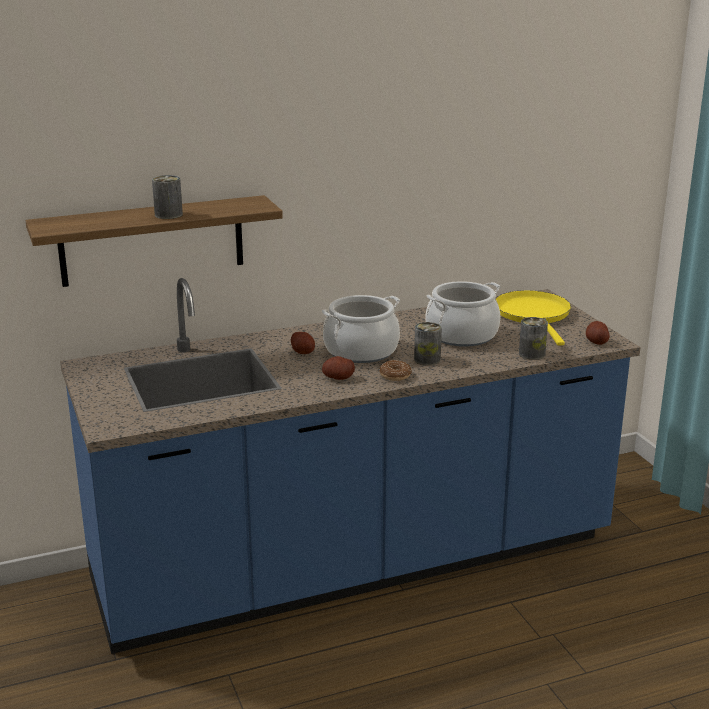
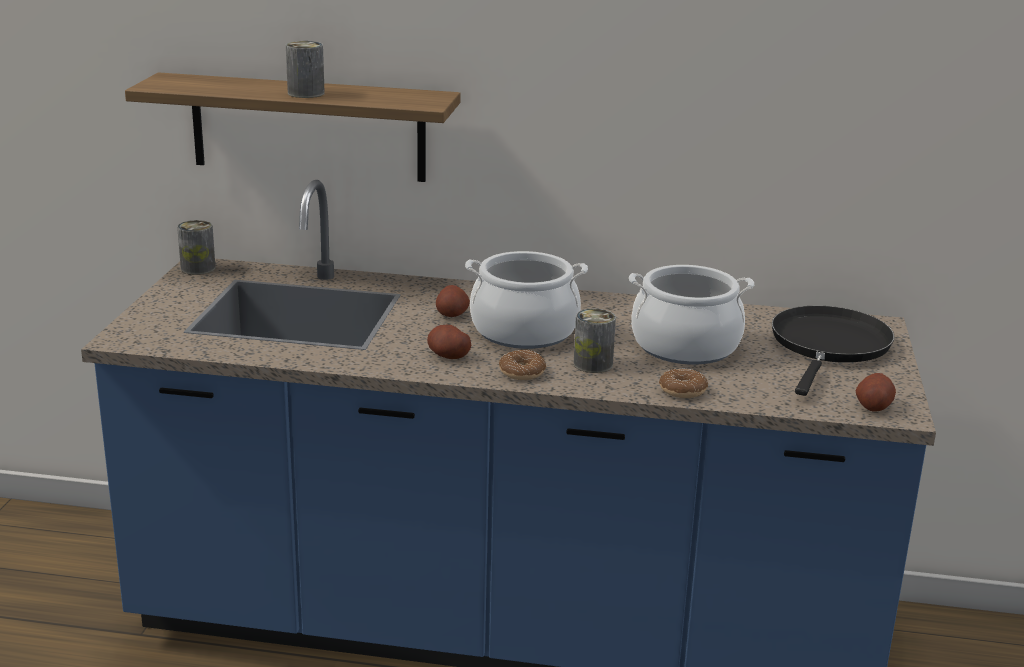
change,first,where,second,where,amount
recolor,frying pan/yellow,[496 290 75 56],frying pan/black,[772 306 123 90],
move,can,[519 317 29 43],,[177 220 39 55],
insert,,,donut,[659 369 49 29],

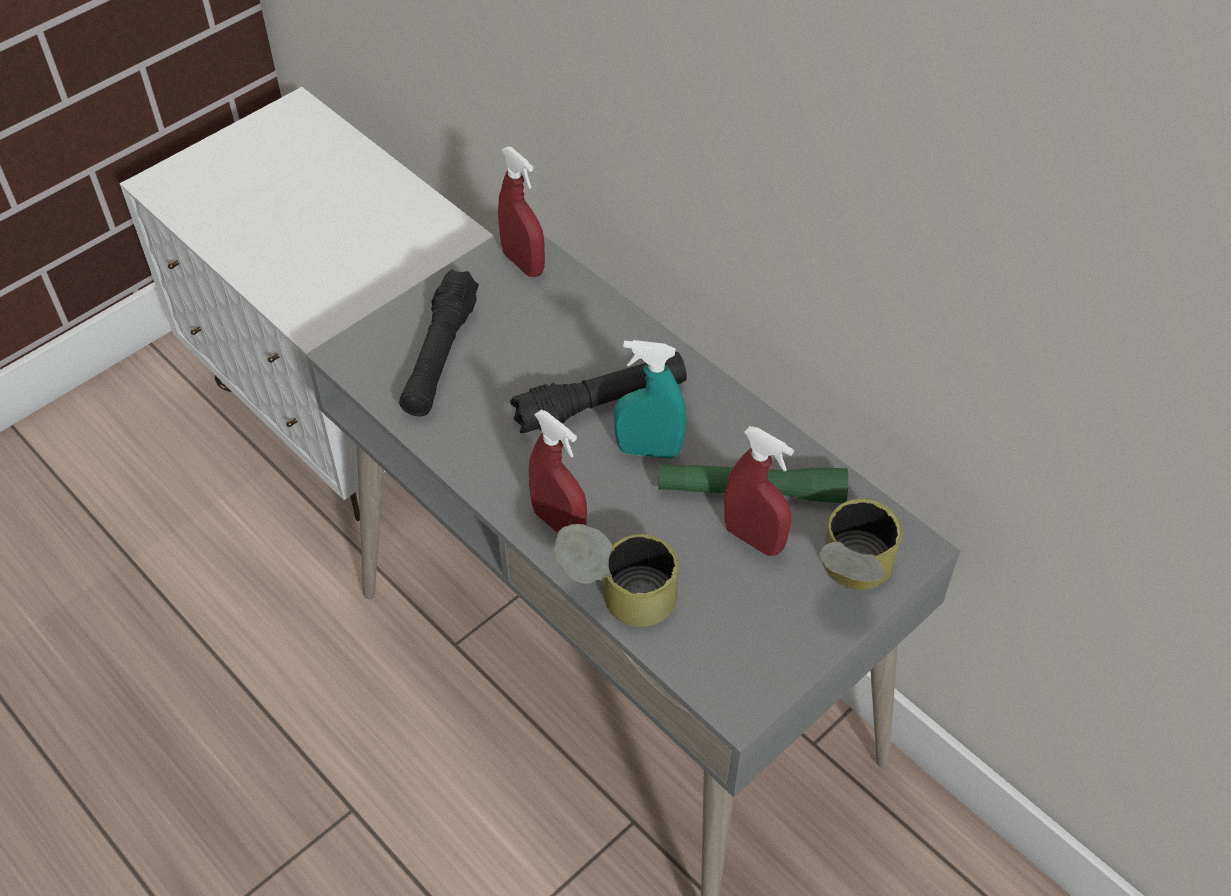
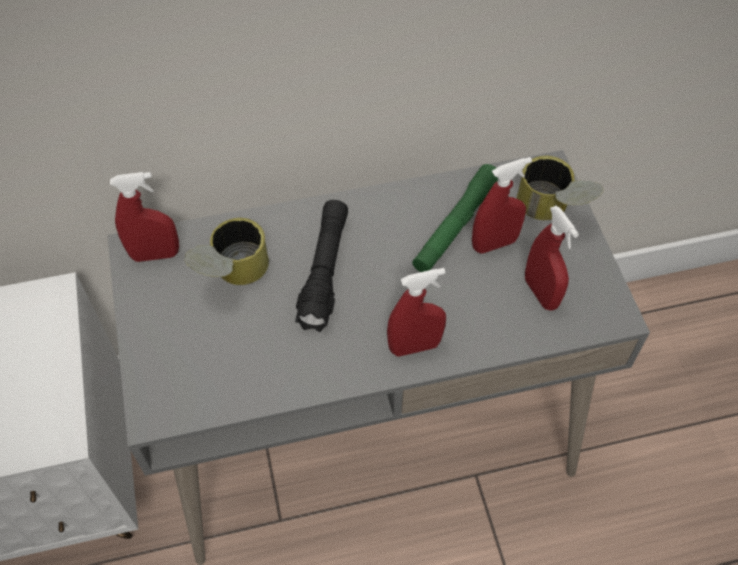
change,first,where,second,where,amount
delete,flashlight/black,[399 269 80 147],,,
delete,spray bottle/turquoise,[614 340 72 119],,,
move,can,[554 524 125 103],,[185 218 84 67],
insert,,,spray bottle/red,[525 206 54 105],

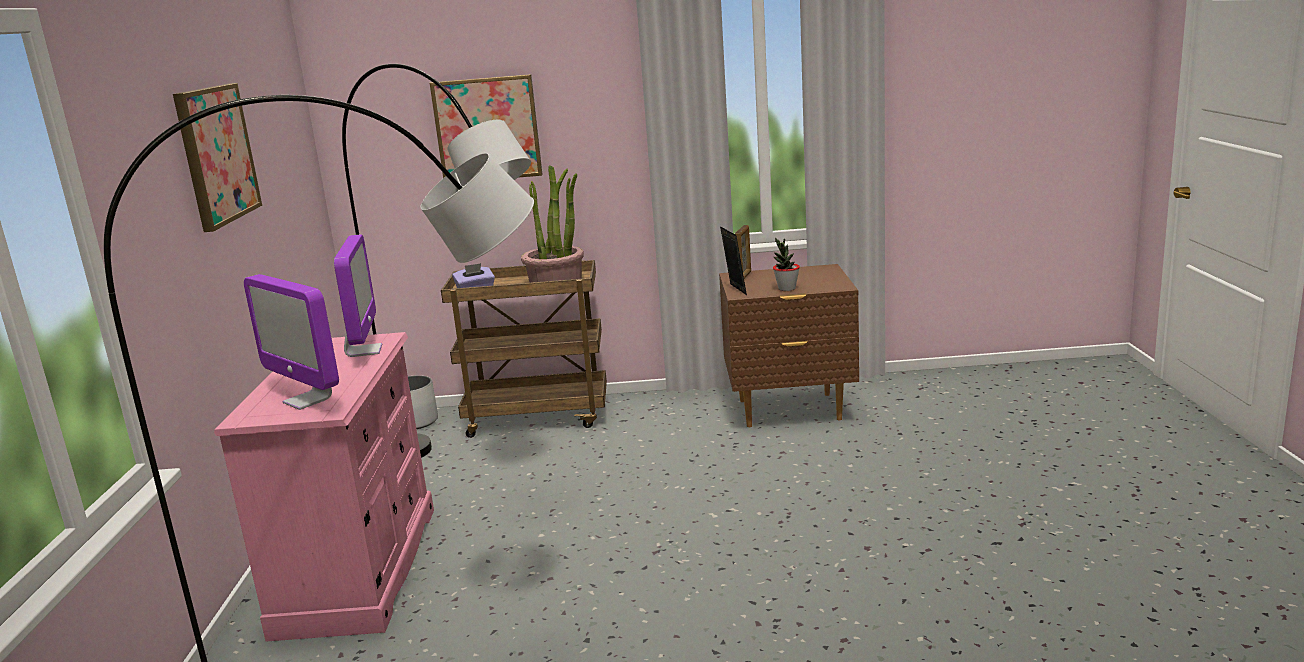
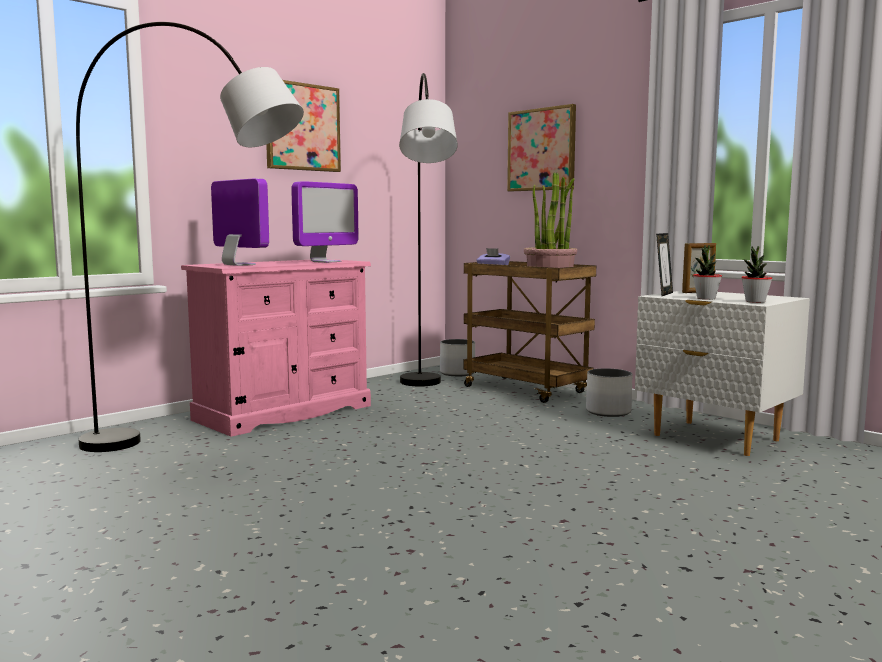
change,first,where,second,where,amount
recolor,nightstand/brown,[719 264 140 163],nightstand/white,[635 291 175 165],
rotate,monitor,[244 274 95 136],,[211 179 58 87],135 degrees clockwise
insert,,,potted plant,[741 246 31 57],
insert,,,planter/white,[586 368 46 49],

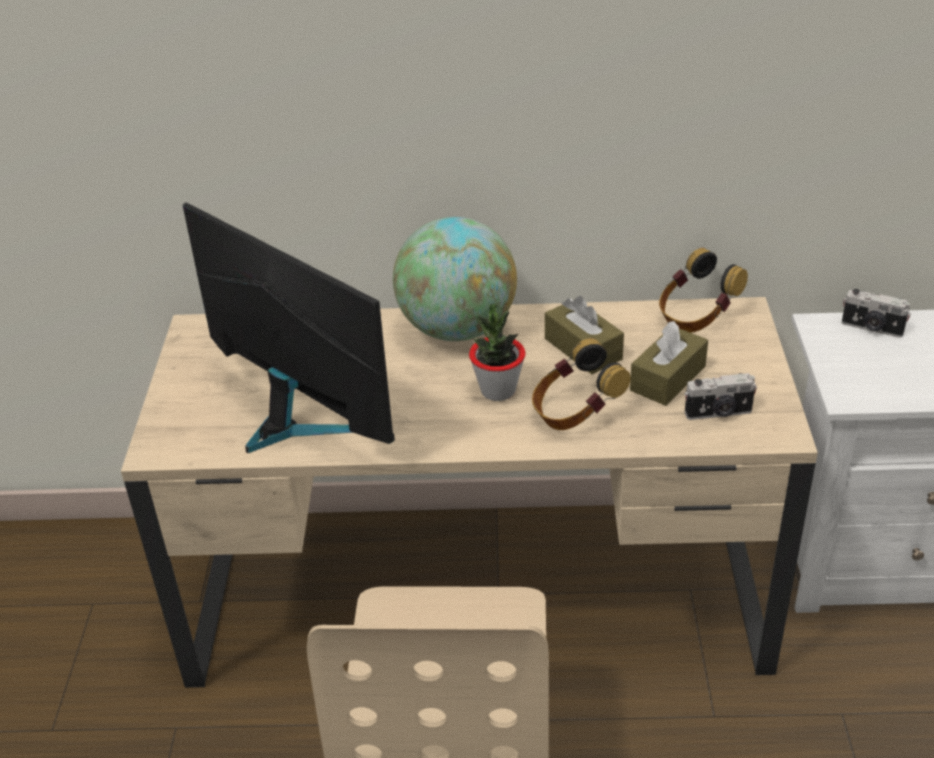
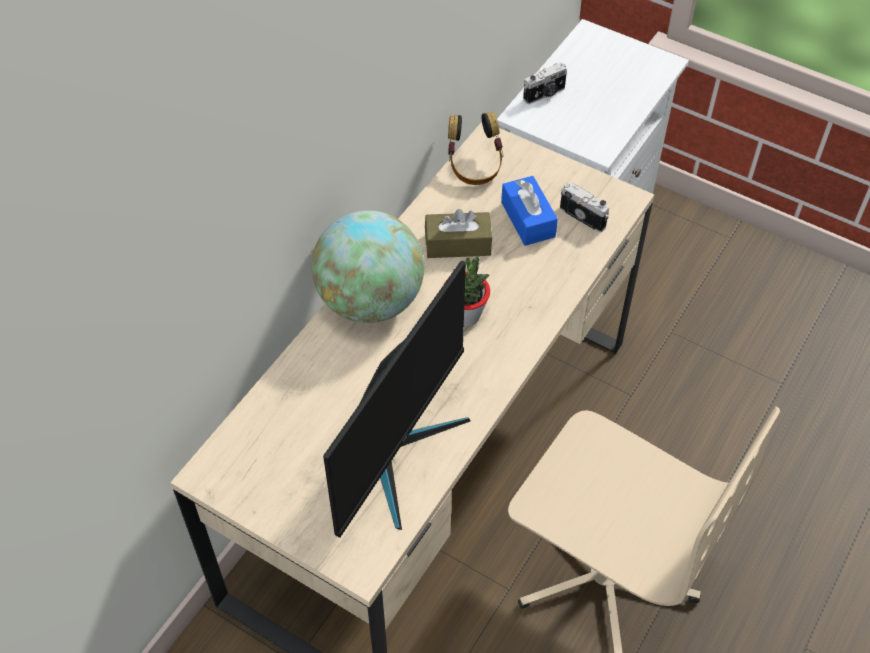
change,first,where,second,where,amount
rotate,monitor,[183 202 212 251],,[323 261 148 277],135 degrees clockwise
recolor,tissue box/brown,[630 321 78 85],tissue box/blue,[501 176 57 70],
delete,headphones,[532 338 99 92],,,
rotate,photo camera,[684 373 73 47],,[560 182 49 50],75 degrees counterclockwise

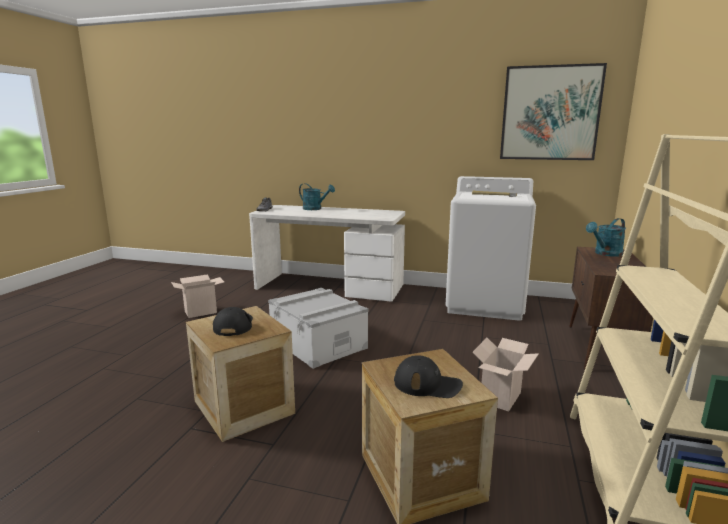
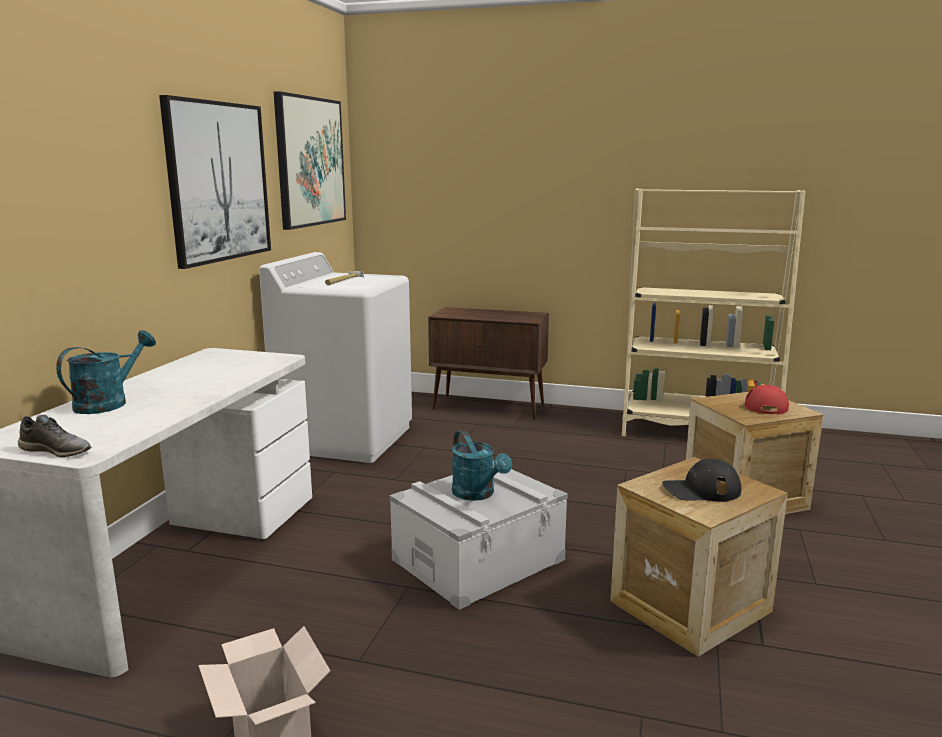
change,first,where,second,where,amount
move,watering can/turquoise,[586 218 40 39],,[452 430 60 71],
delete,cardboard box,[472 338 67 74],,,
recolor,cap/black,[394 355 69 43],cap/red,[745 385 44 30],
insert,,,picture,[159 95 112 174],

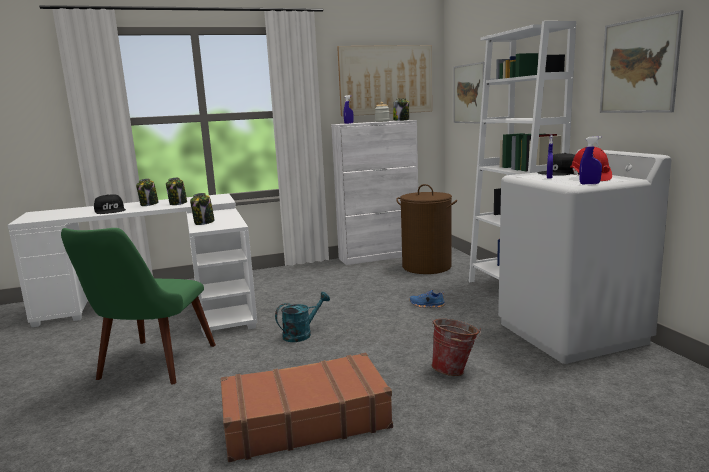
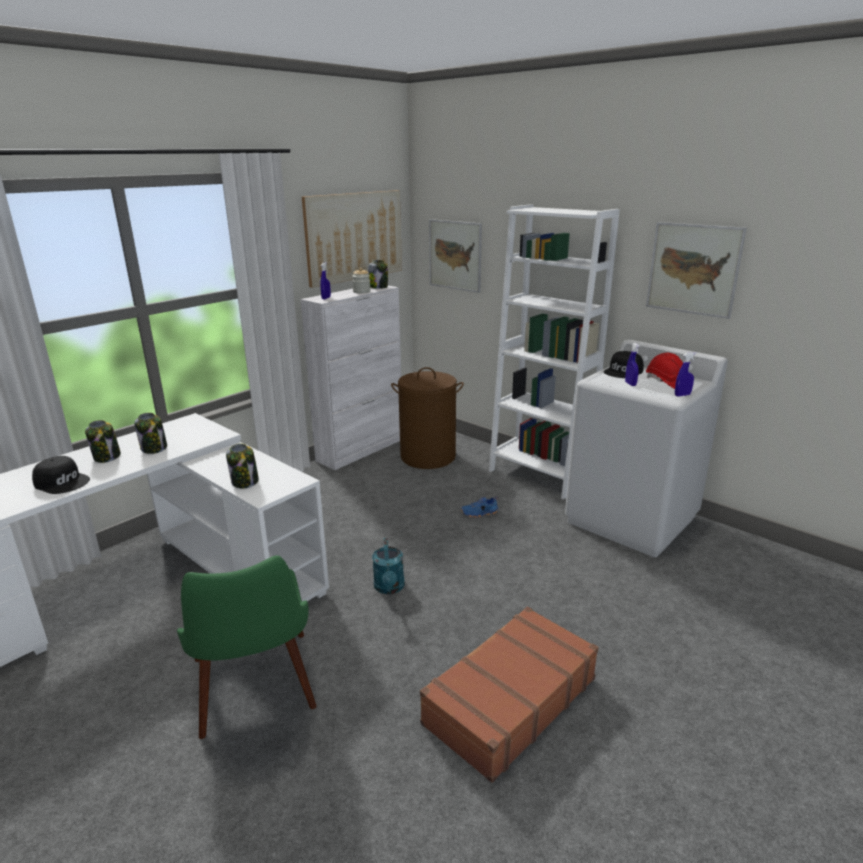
change,first,where,second,where,amount
rotate,watering can/turquoise,[275 292 55 50],,[372 538 33 56],150 degrees clockwise
delete,bucket,[431 319 50 57],,,

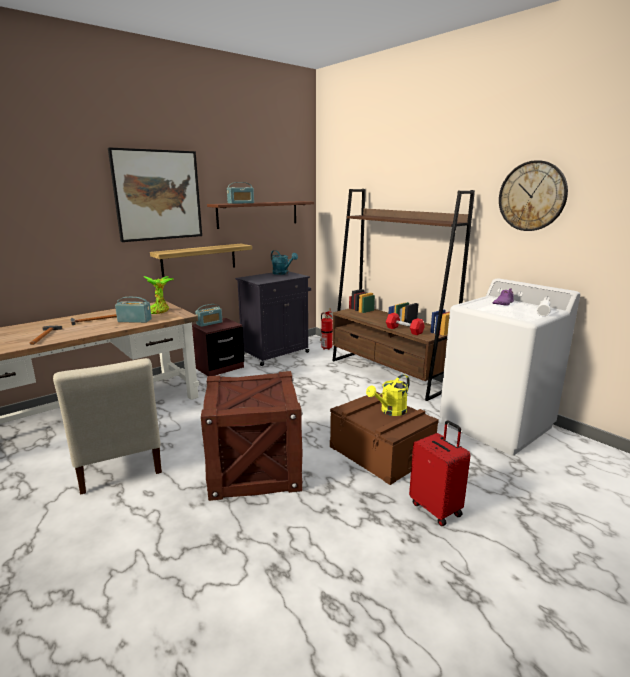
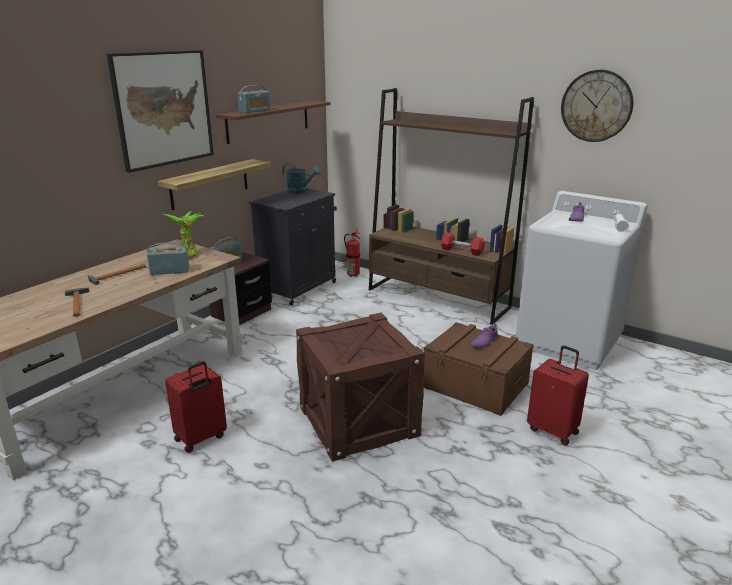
change,first,where,second,where,amount
replace,chair/beige,[53 358 109 137],suitcase/red,[165 361 62 92],
replace,watering can/yellow,[366 374 44 42],shoe/purple,[470 323 28 25],

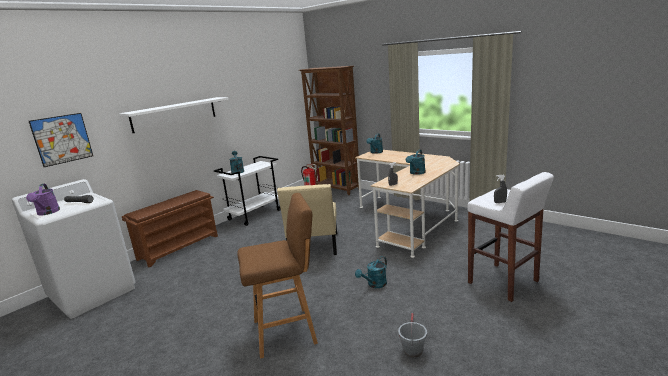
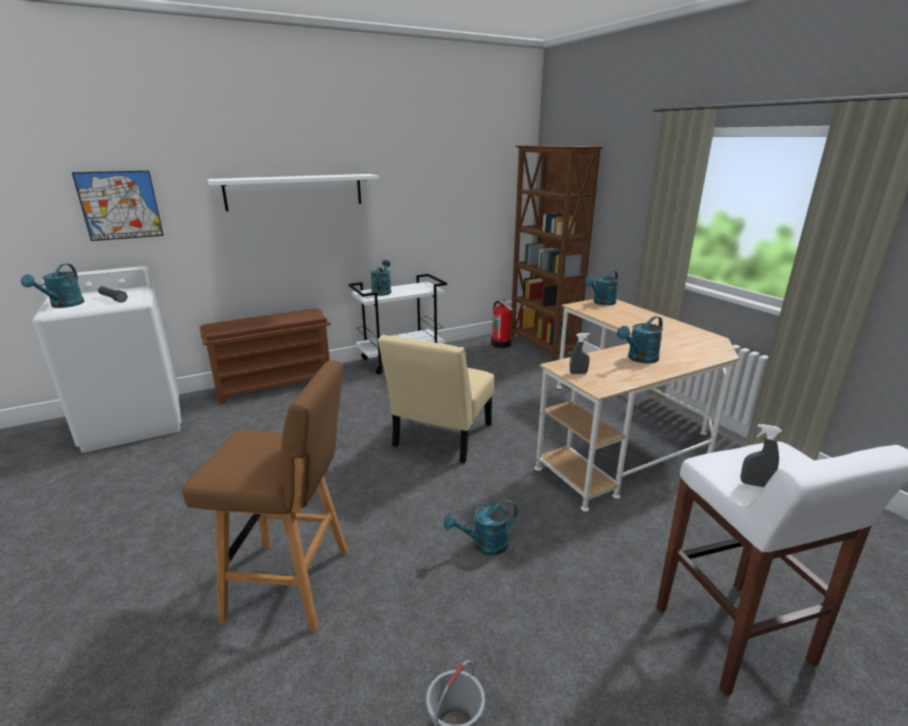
change,first,where,second,where,amount
recolor,watering can/purple,[26 183 34 33],watering can/turquoise,[21 264 64 44],

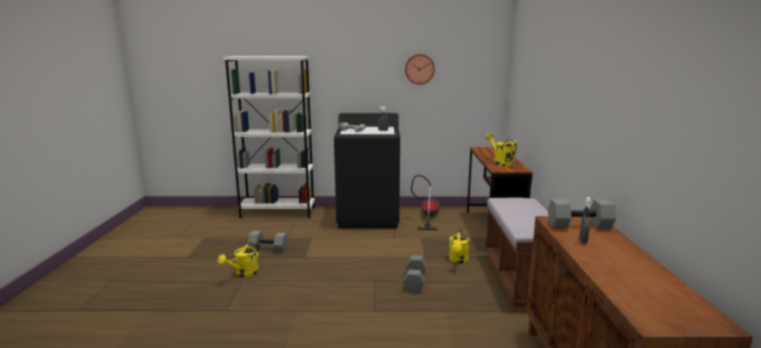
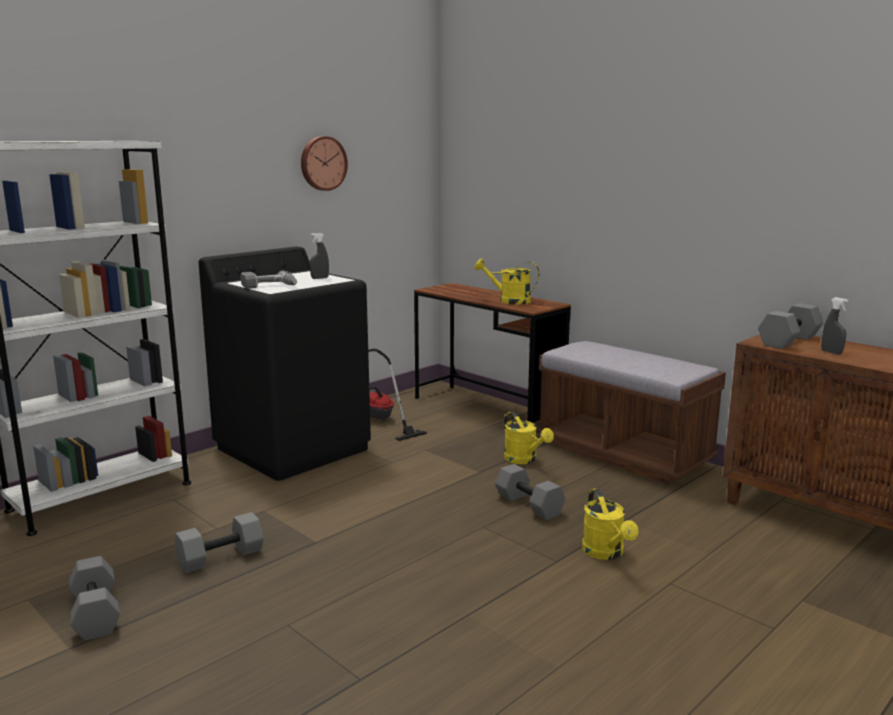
change,first,where,second,where,amount
move,watering can/yellow,[218 241 41 36],,[582 488 57 72],
insert,,,dumbbell/grey,[69 556 51 85],

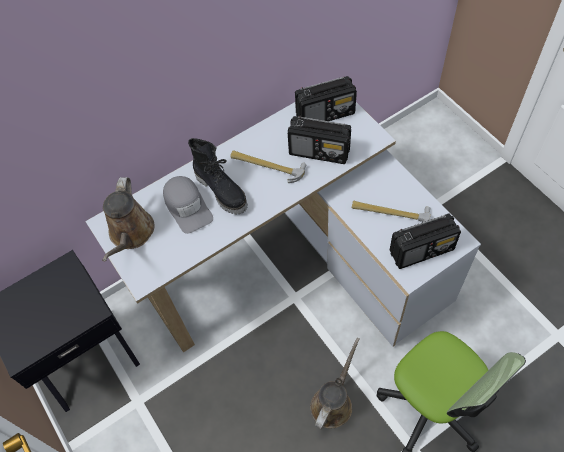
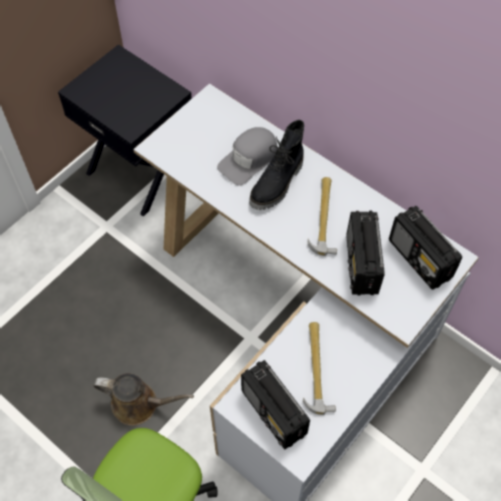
change,first,where,second,where,amount
delete,watering can/brown,[102 177 53 84],,,

